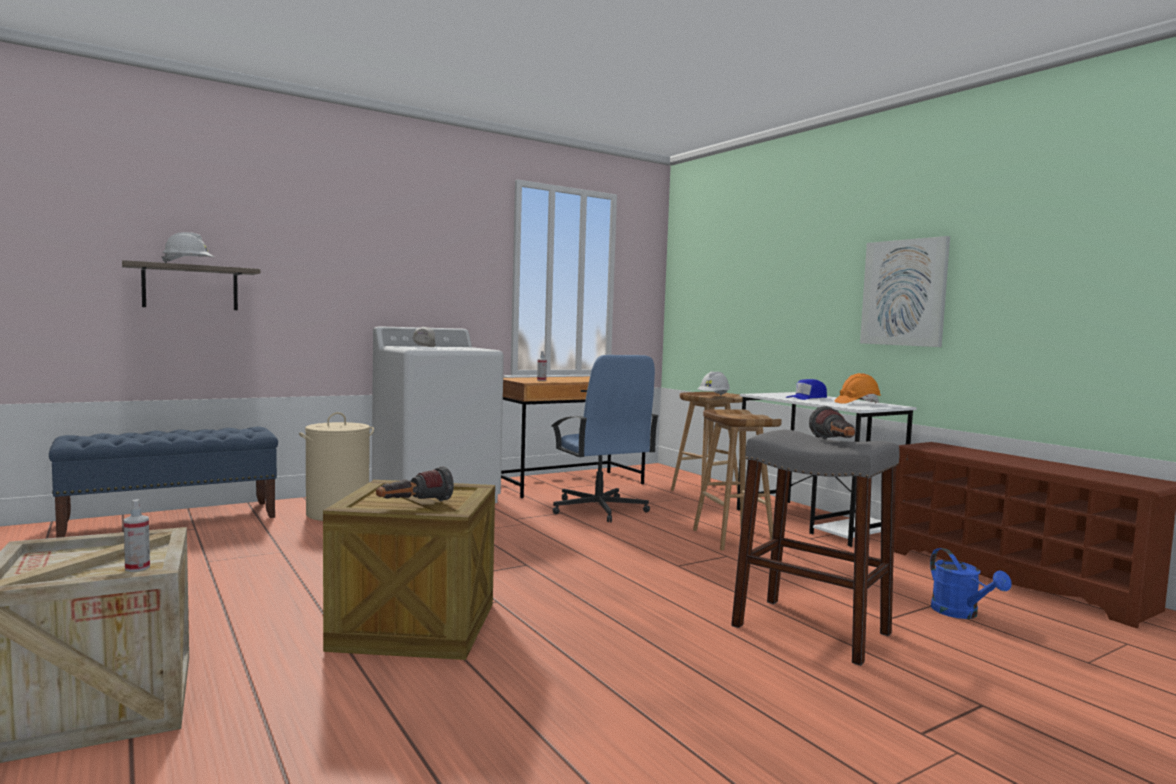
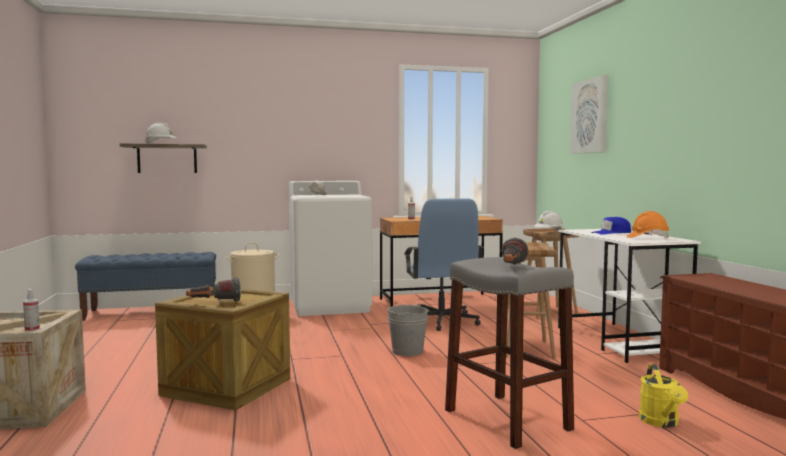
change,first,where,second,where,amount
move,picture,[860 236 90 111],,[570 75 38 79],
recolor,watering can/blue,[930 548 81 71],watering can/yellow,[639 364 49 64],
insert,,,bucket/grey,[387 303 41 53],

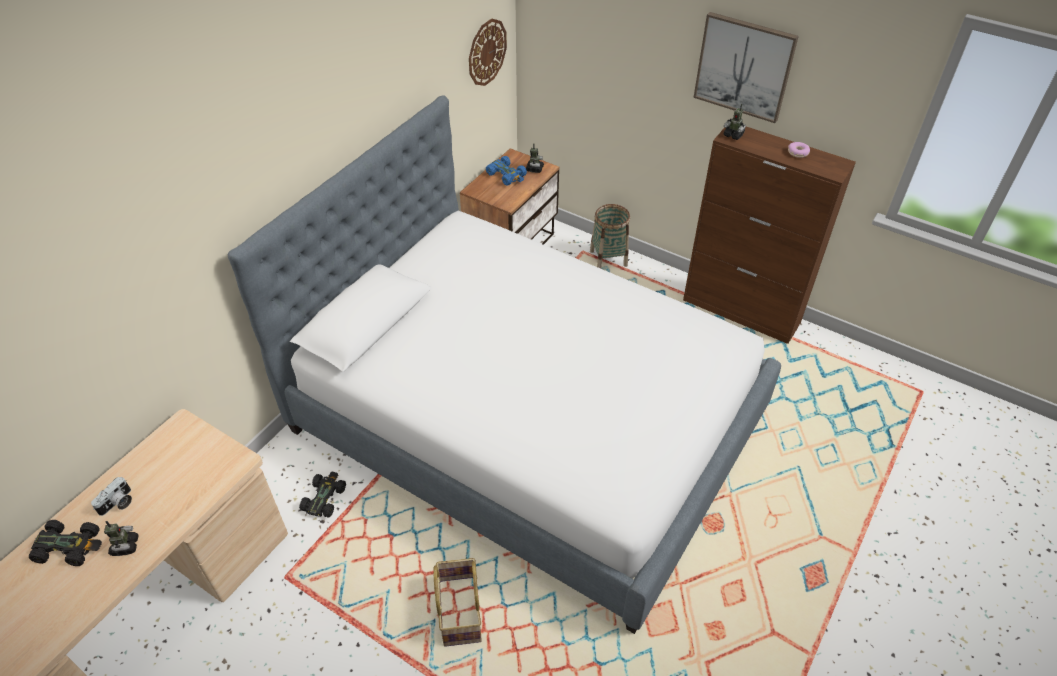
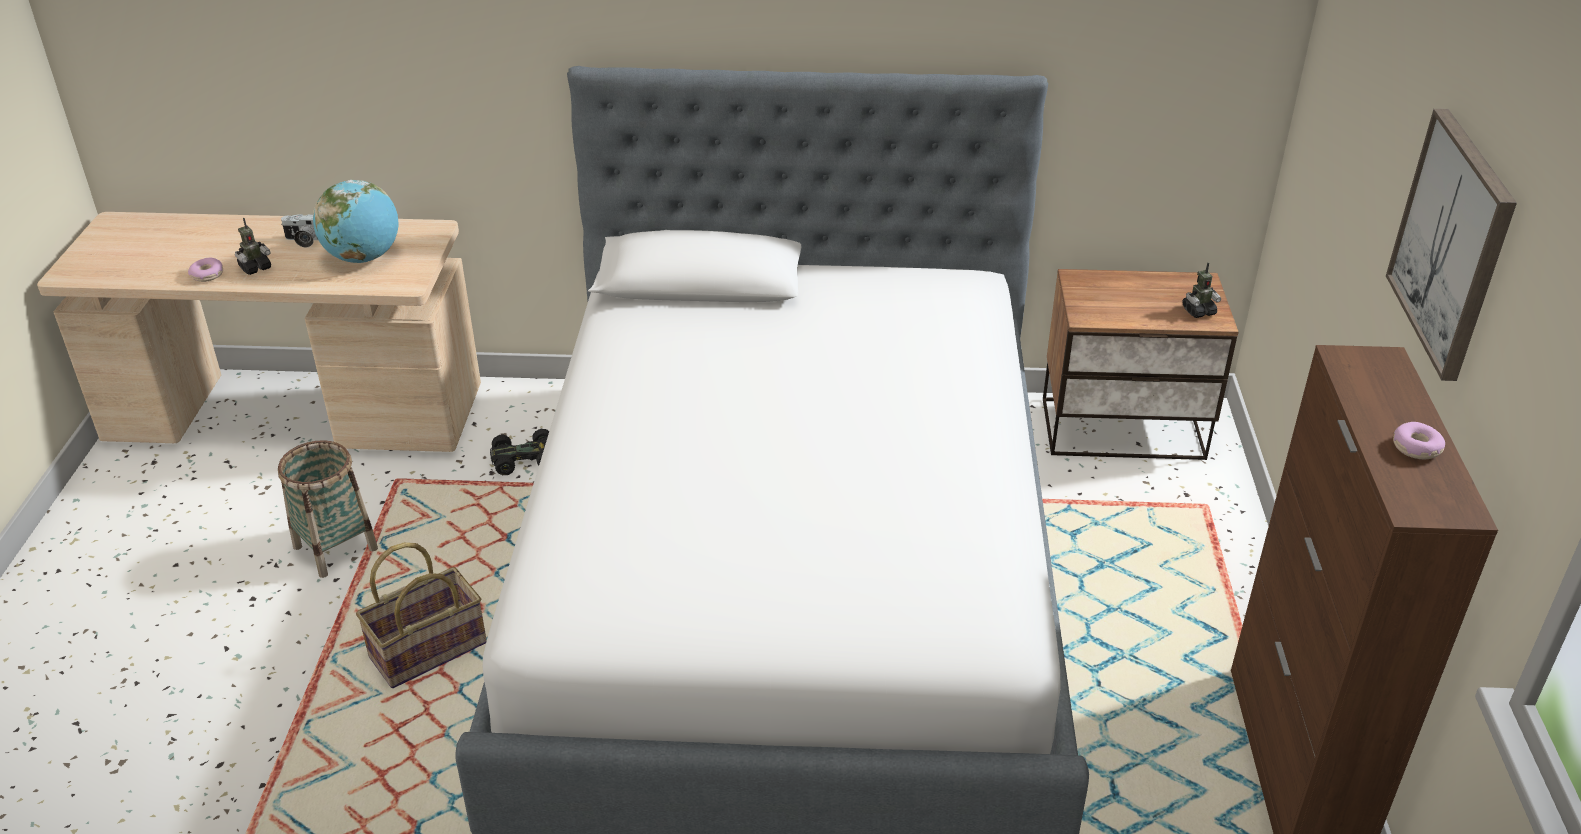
change,first,where,second,where,amount
delete,wall clock,[469 19 38 67],,,
delete,toy robot,[724 104 22 36],,,
delete,toy car/blue,[486 156 41 29],,,
move,basket,[590 204 40 65],,[278 440 100 138],
delete,toy car/black,[29 520 73 46],,,
insert,,,globe,[313 180 85 83],
insert,,,donut,[188 257 35 25],

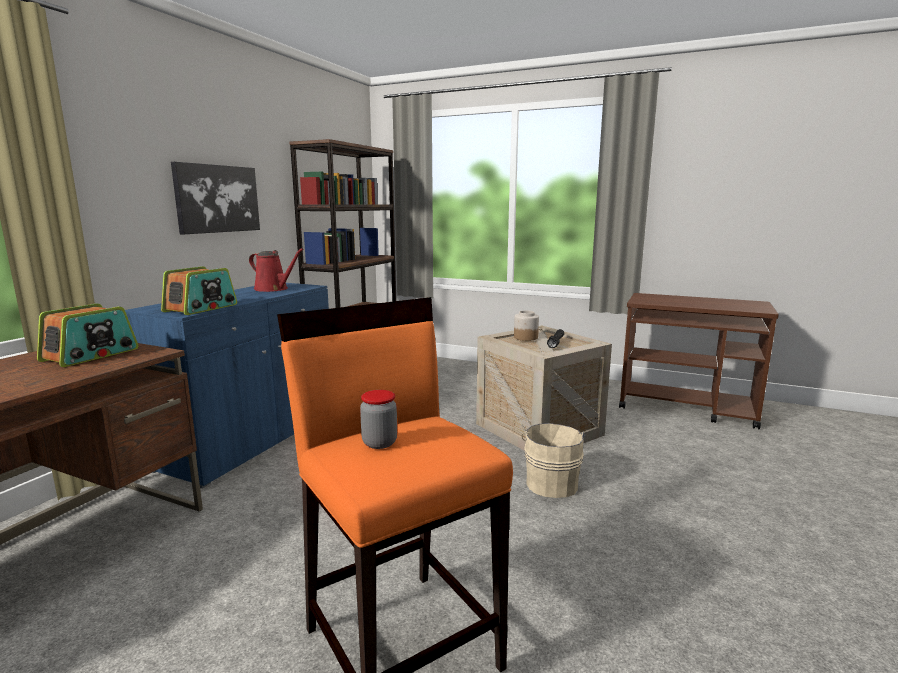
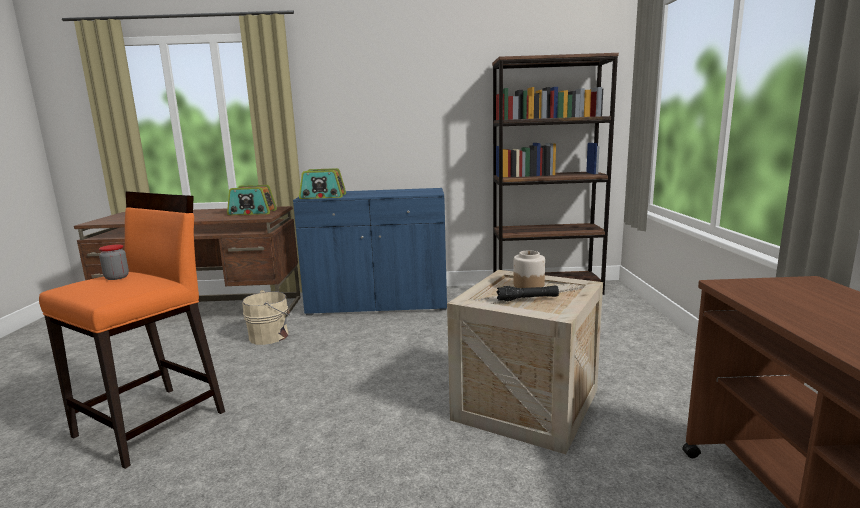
change,first,where,second,where,amount
delete,picture,[171 162 89 73],,,
delete,watering can/red,[249 248 55 44],,,
move,bucket/beige,[521 423 65 75],,[242 290 48 55],

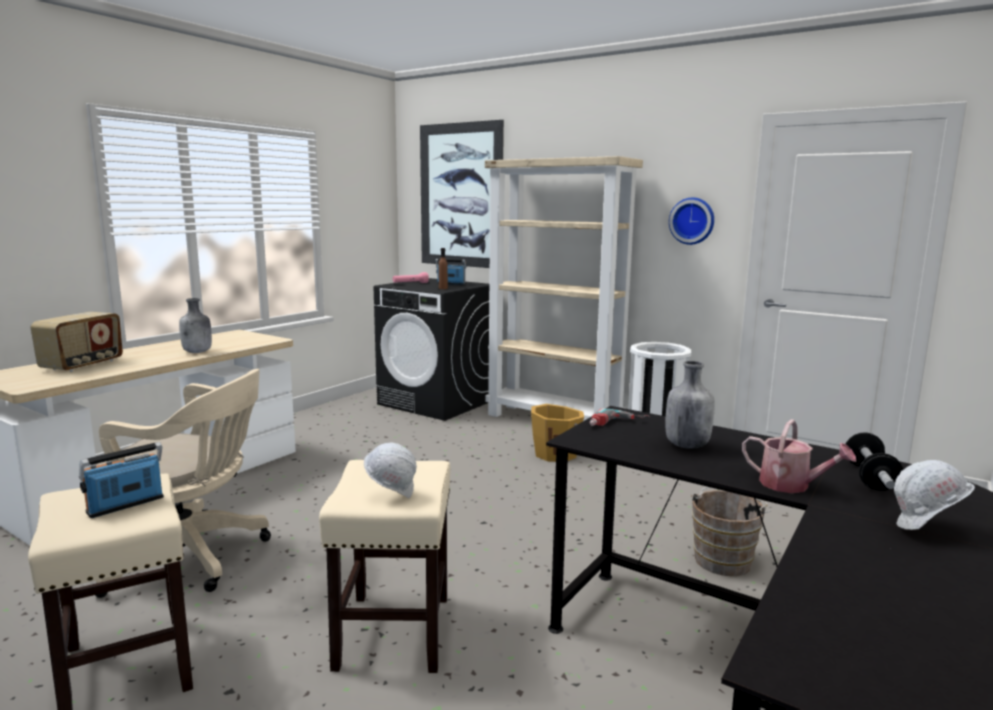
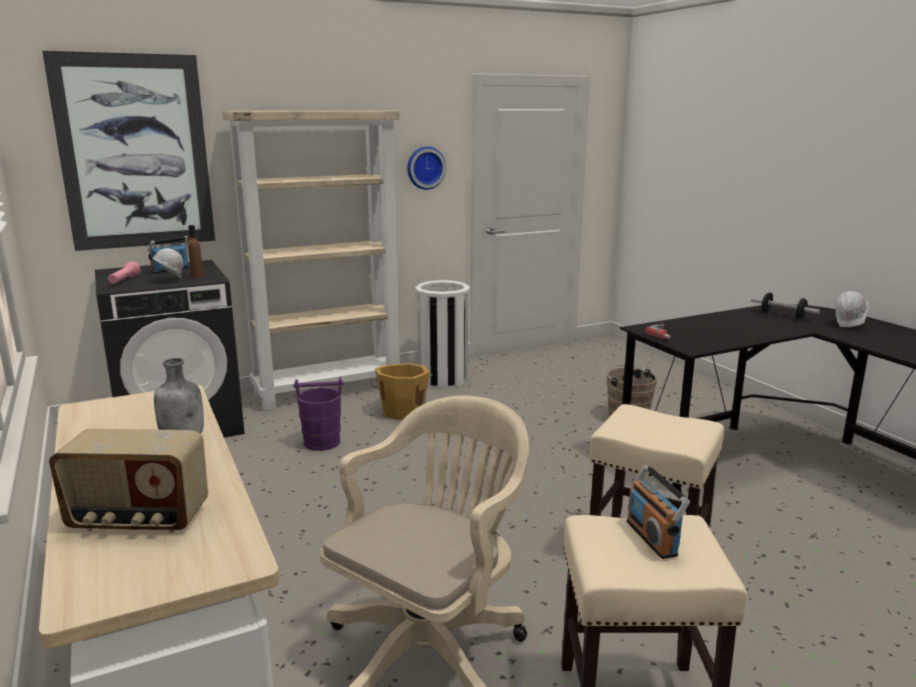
change,first,where,second,where,amount
rotate,radio,[31 312 92 60],,[49 429 159 104],135 degrees clockwise
delete,bottle/grey,[665 361 50 88],,,
delete,watering can,[742 419 114 74],,,
move,hard hat/white,[364 443 53 55],,[152 248 31 31],
insert,,,bucket/purple,[293 377 50 74],

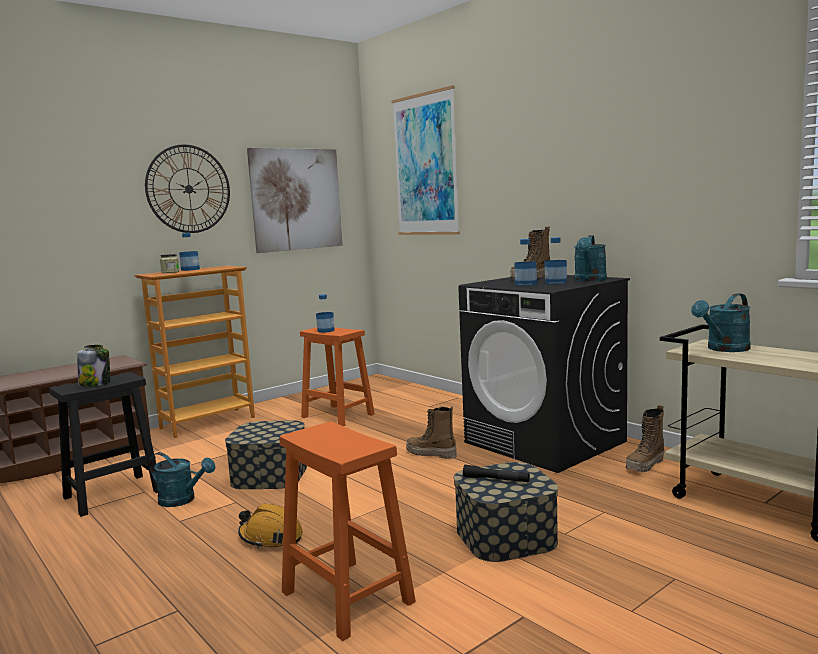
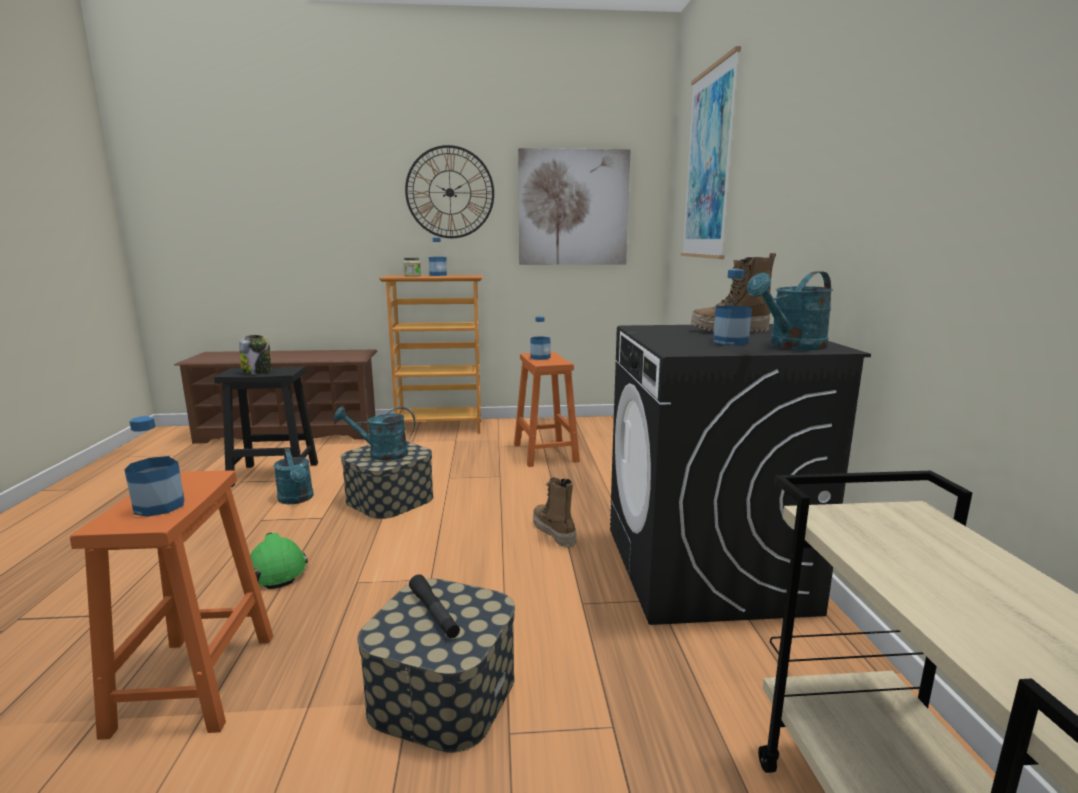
change,first,where,second,where,amount
move,bottle,[514 239 23 47],,[125 416 59 101],
move,watering can/turquoise,[691 293 60 59],,[334 407 81 54],
delete,boot,[626 405 38 67],,,
recolor,hard hat/orange,[238 504 65 45],hard hat/green,[250 533 58 56],

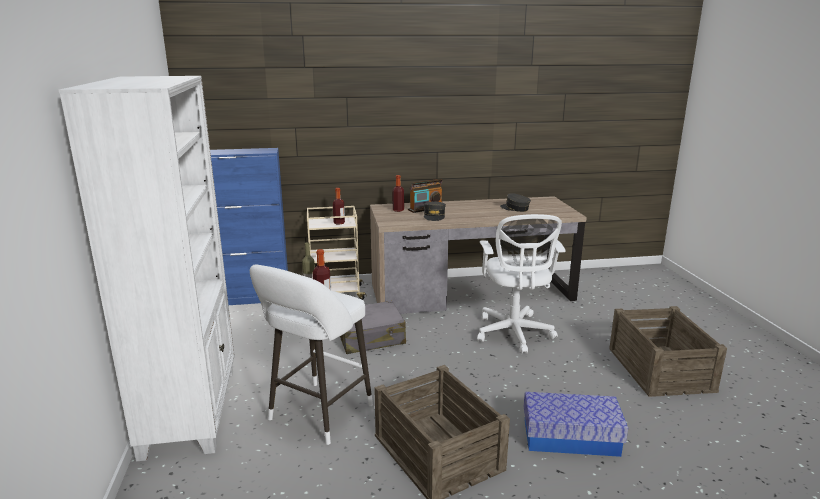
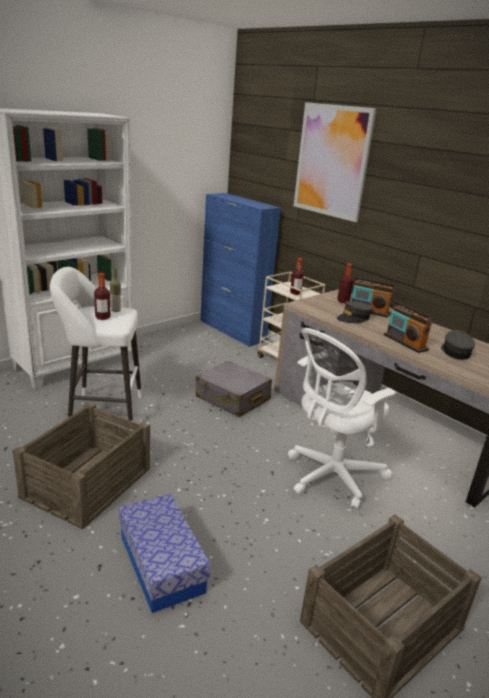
change,first,where,second,where,amount
insert,,,picture,[294 102 83 120],
insert,,,radio,[384 300 48 53],

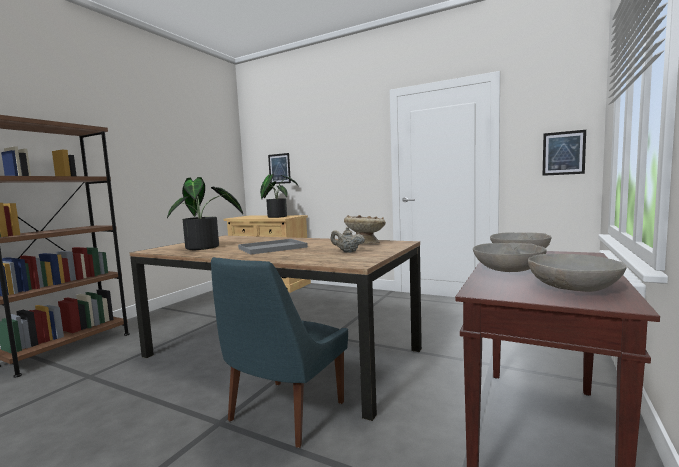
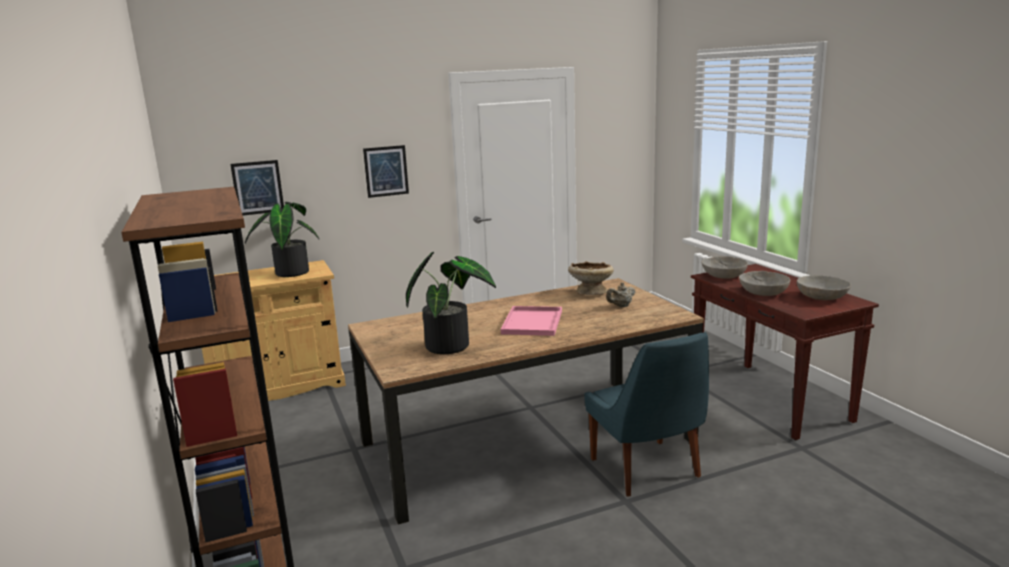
change,first,where,second,where,amount
move,picture,[543 130 43 46],,[363 145 46 53],
recolor,tray/grey,[238 239 70 16],tray/pink,[501 306 61 30],

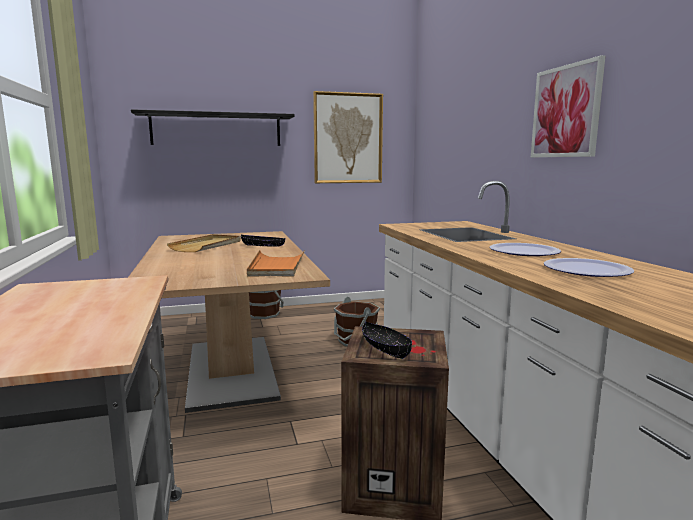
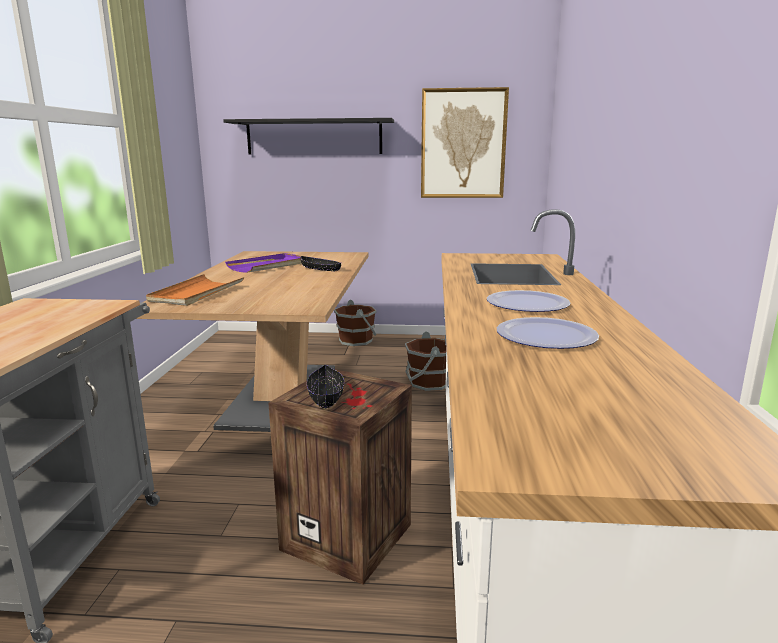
change,first,where,second,where,amount
delete,picture,[531 55 74 102],,,
recolor,tray/beige,[167 234 74 18],tray/purple,[225 253 81 20],
move,tray/orange,[247 250 58 26],,[146 274 98 32],

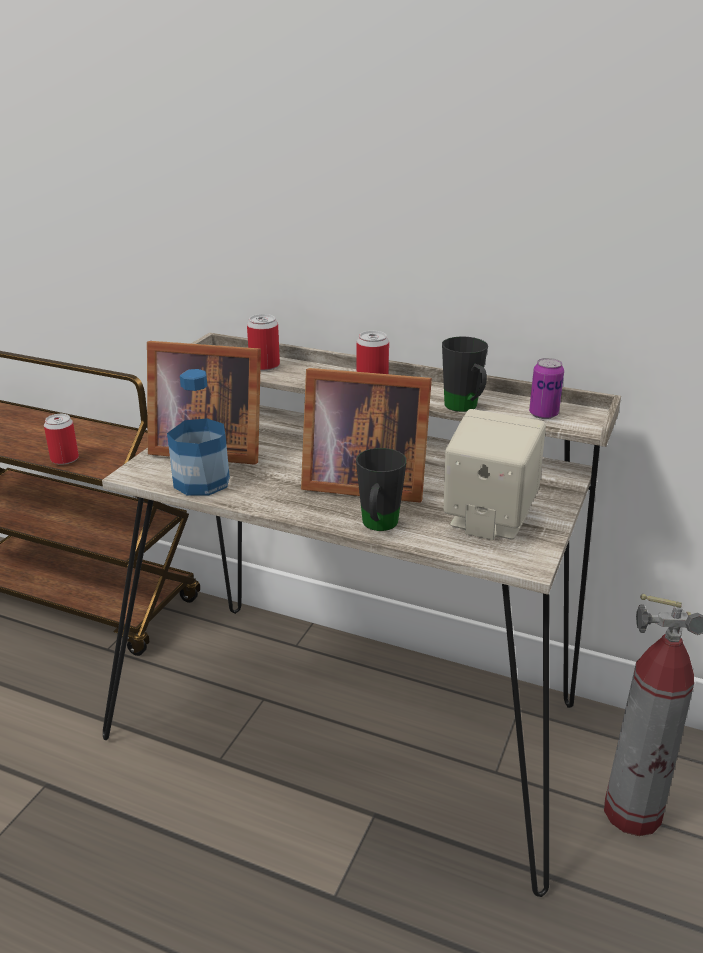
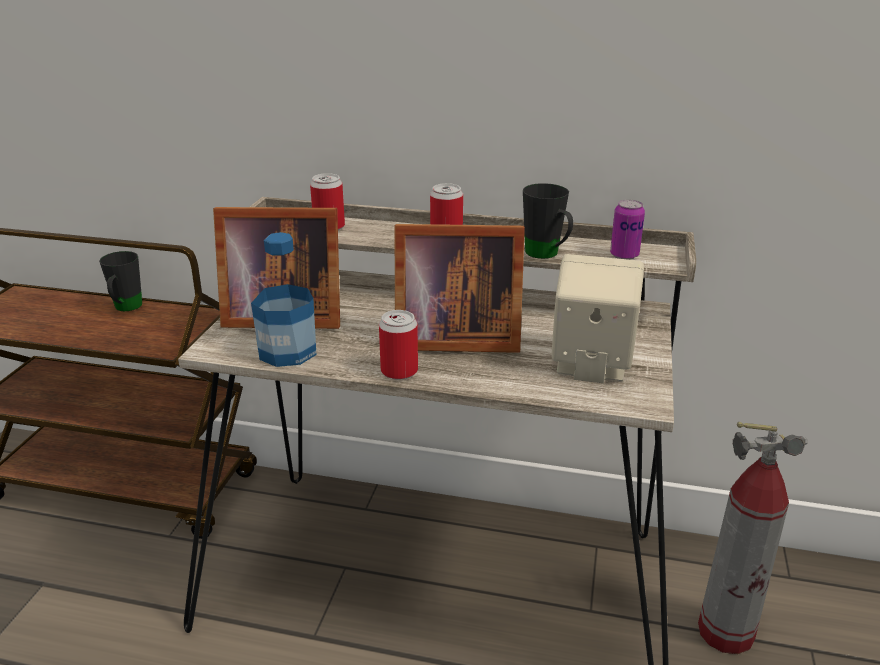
change,first,where,second,where,amount
move,can,[44 414 35 51],,[379 310 39 70],
move,mug/black,[356 448 51 83],,[99 251 43 60],

